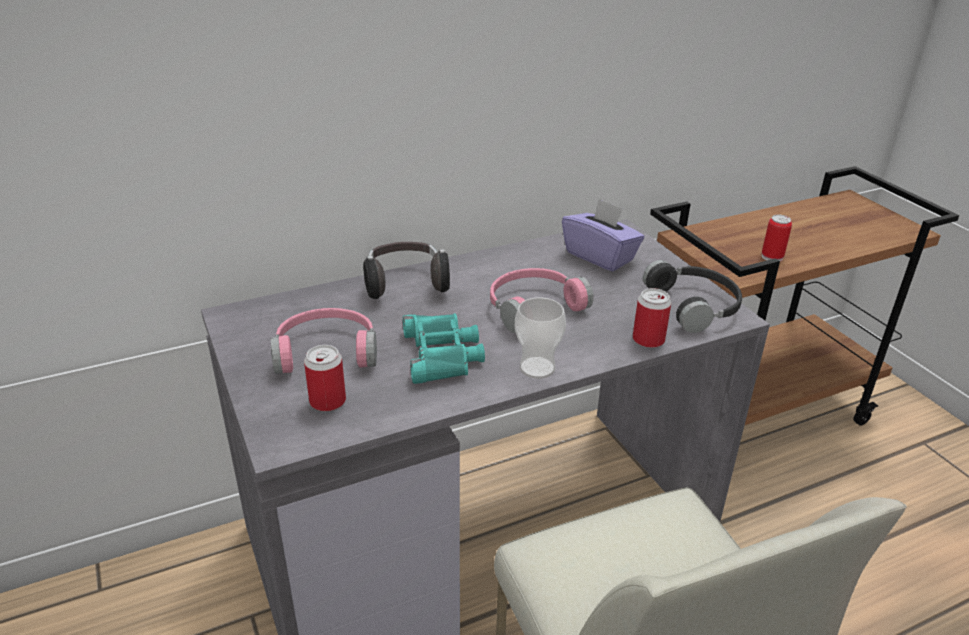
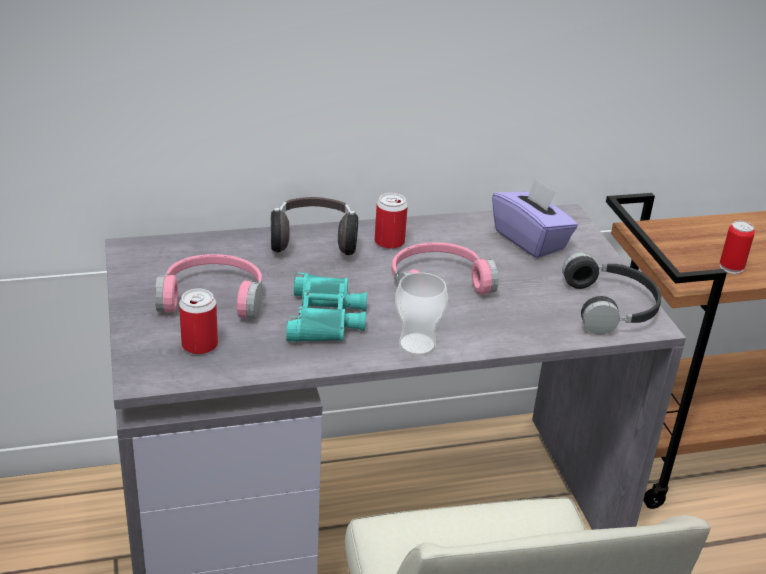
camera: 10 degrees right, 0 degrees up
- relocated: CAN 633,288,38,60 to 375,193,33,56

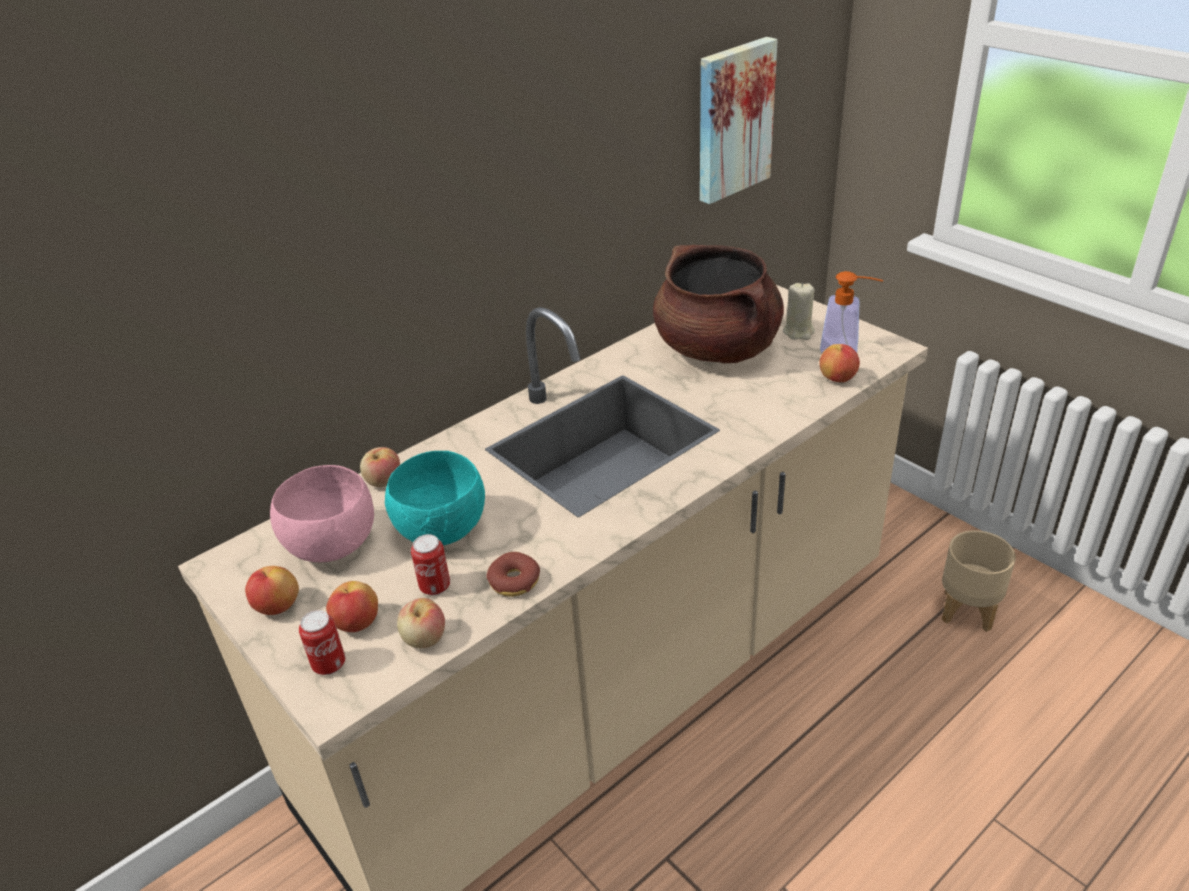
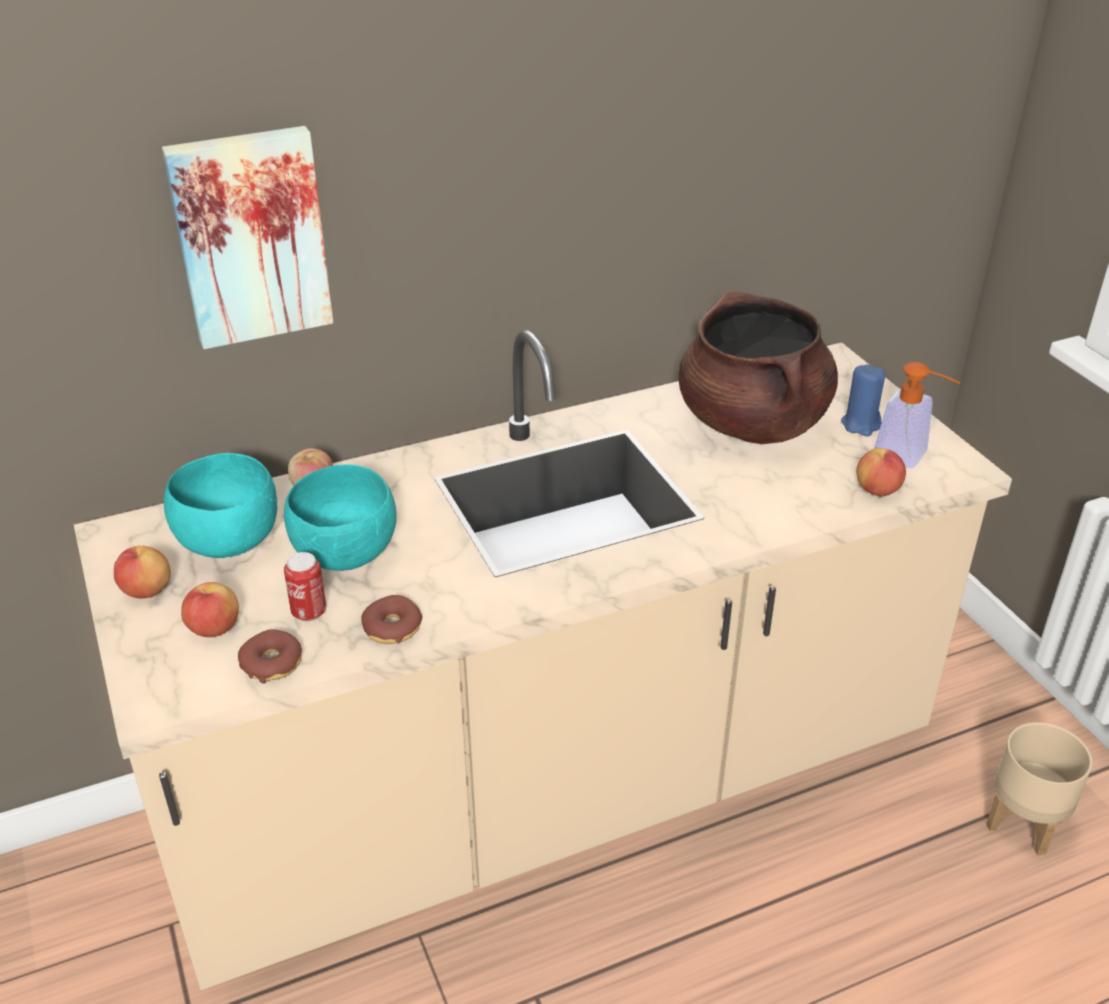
camera: 15 degrees right, 0 degrees up
- relocated: PICTURE 700,37,78,167 to 162,126,171,223
- colour: PINK BOWL 270,465,104,97 to TURQUOISE BOWL 164,453,113,105
- exchanged: APPLE 397,598,48,50 to DONUT 238,629,64,55
- colour: BEIGE CANDLE 783,282,32,58 to BLUE CANDLE 841,364,44,73
- missing: CAN 299,610,46,65

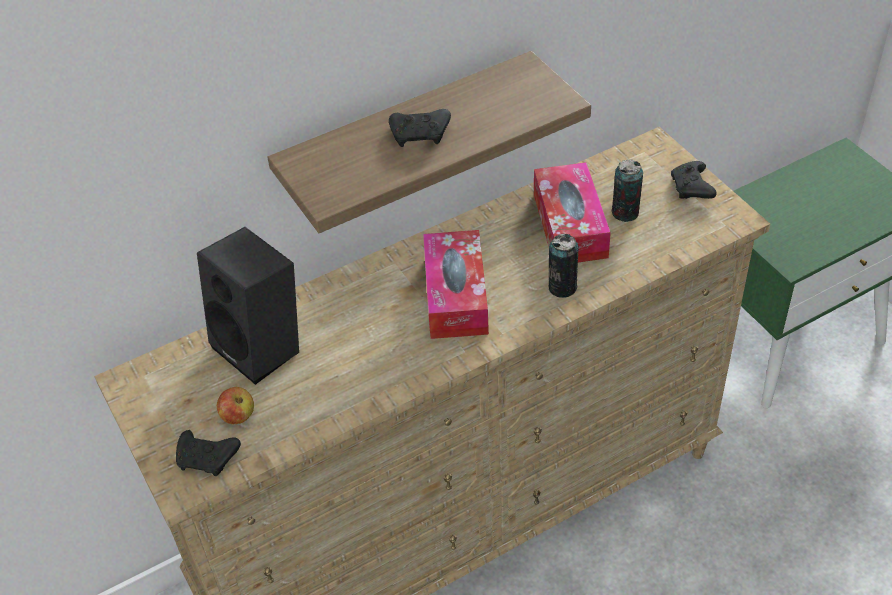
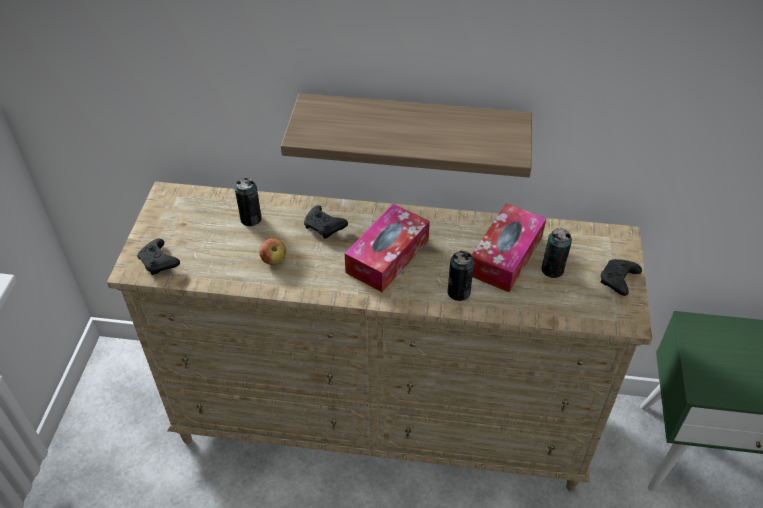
camera: 35 degrees right, 0 degrees up
- exchanged: BLACK SPEAKER 197,227,102,158 to CAN 235,178,26,48
- relocated: APPLE 217,387,37,37 to 259,238,27,27
- relocated: BLACK GAME CONTROLLER 389,109,62,38 to 304,206,44,33

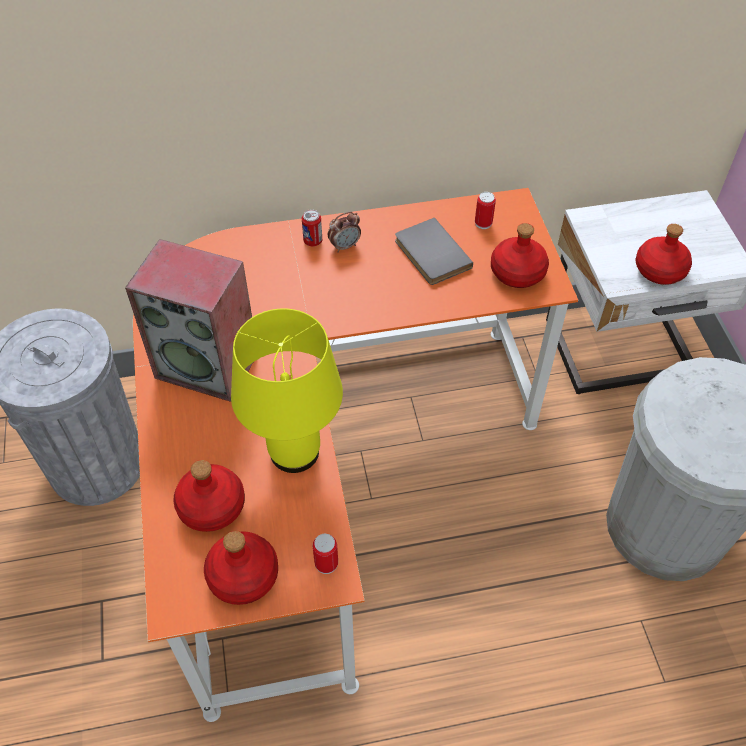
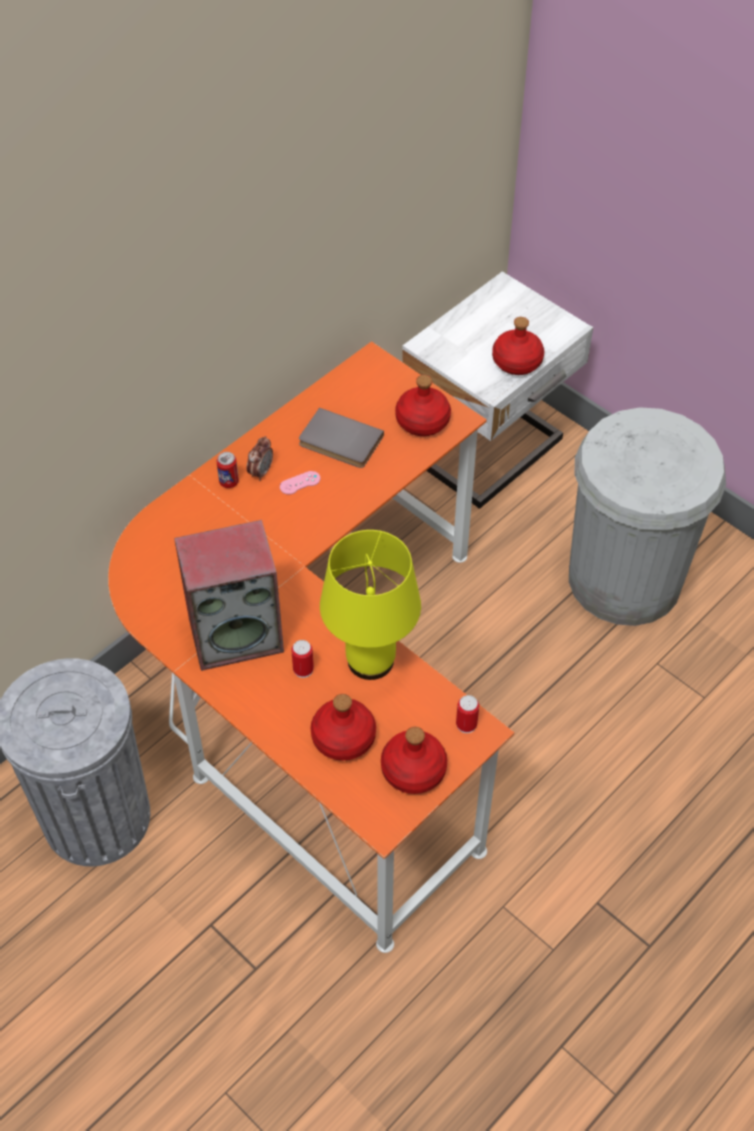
camera: 35 degrees left, 0 degrees up
- appeared: PINK GAME CONTROLLER 280,471,40,24
- relocated: CAN 475,192,21,37 to 291,640,23,38

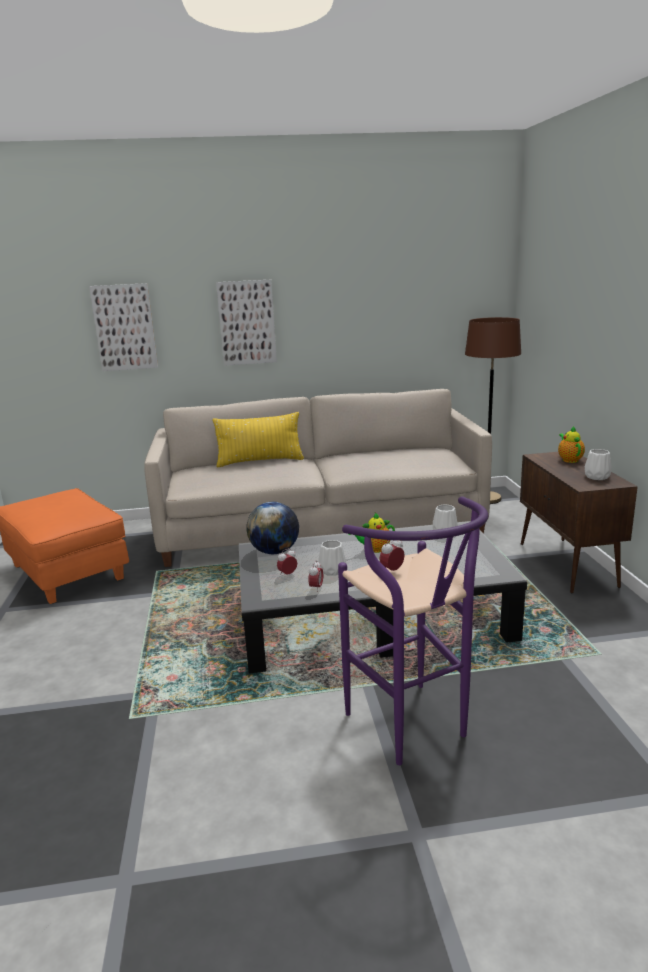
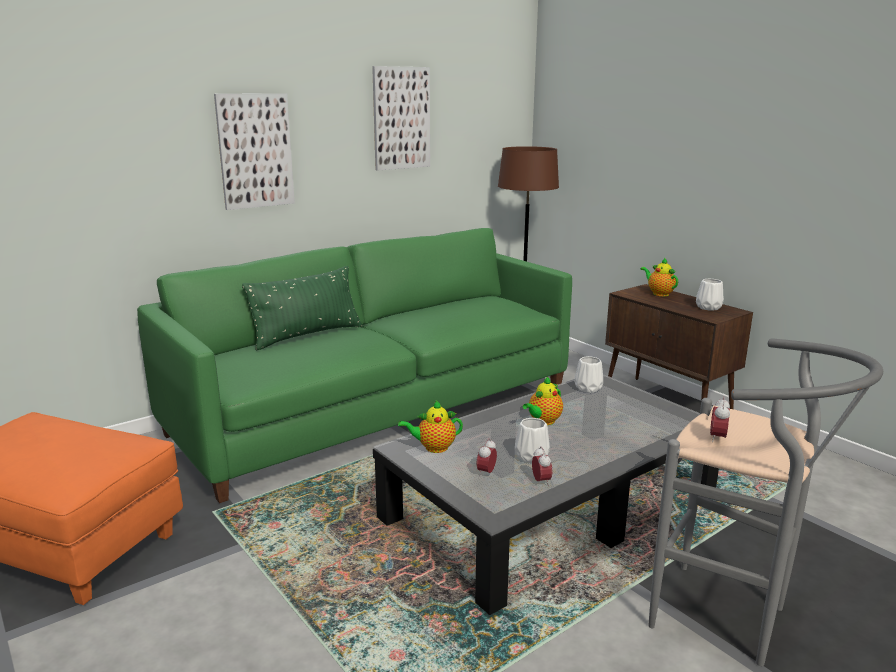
camera: 30 degrees left, 0 degrees up
- colour: BEIGE SOFA 144,389,348,178 to GREEN SOFA 137,228,435,275
- colour: YELLOW PILLOW 213,412,91,55 to GREEN PILLOW 242,266,120,84
- relocated: PICTURE 89,283,69,88 to 372,66,58,105
- exchanged: GLOBE 246,502,53,52 to TEAPOT 398,401,65,52
- colour: PURPLE STOOL 338,496,150,269 to GREY STOOL 648,338,235,328

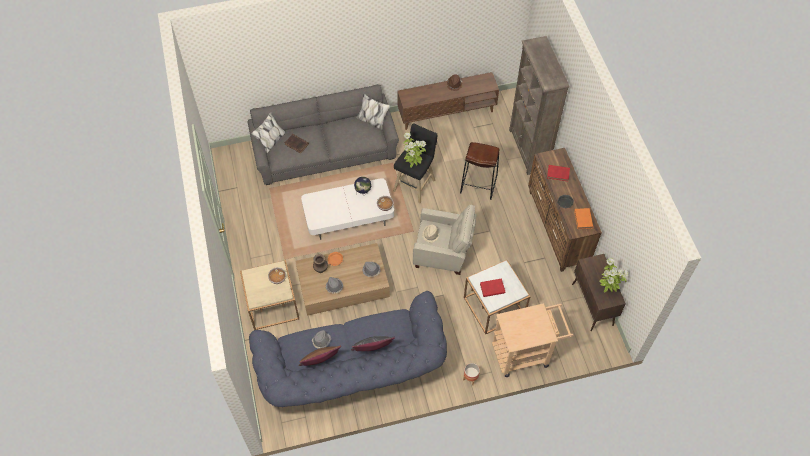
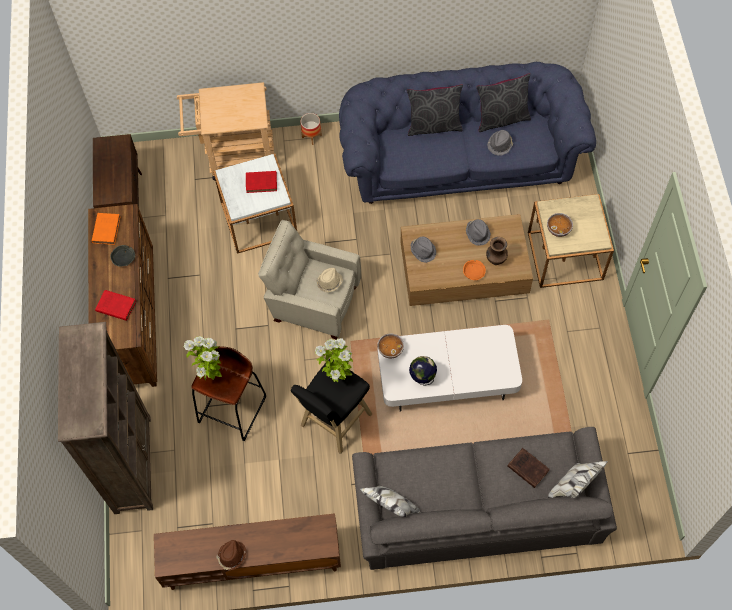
camera: 170 degrees left, 5 degrees up
- relocated: POTTED PLANT 599,258,30,35 to 184,336,38,44
- colour: BROWN PILLOW 299,346,42,20 to GREY PILLOW 476,73,55,59

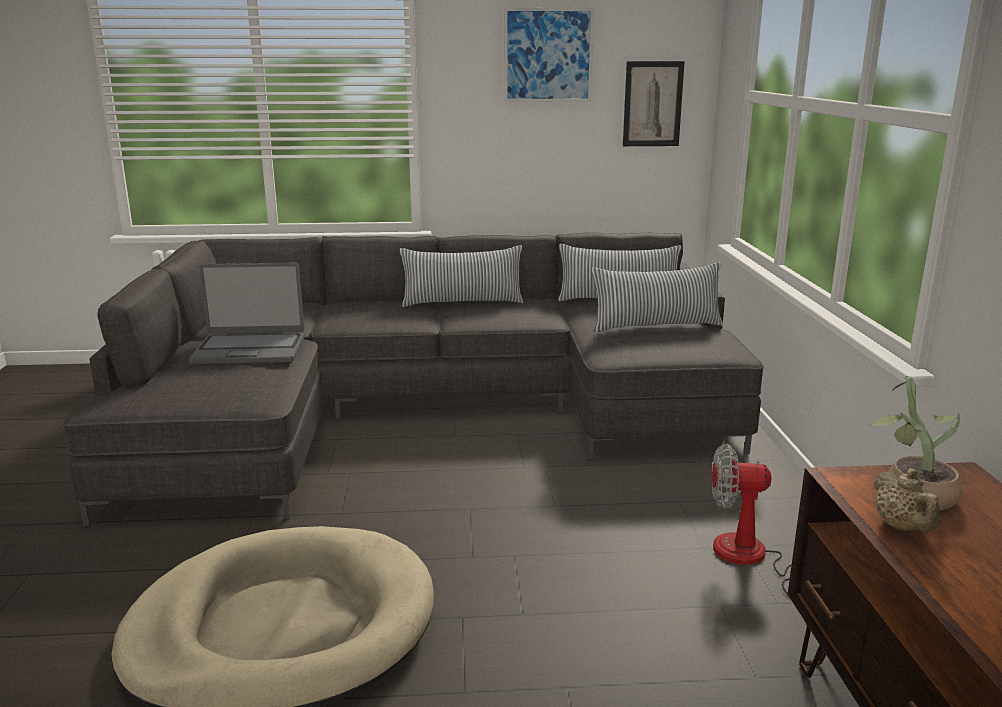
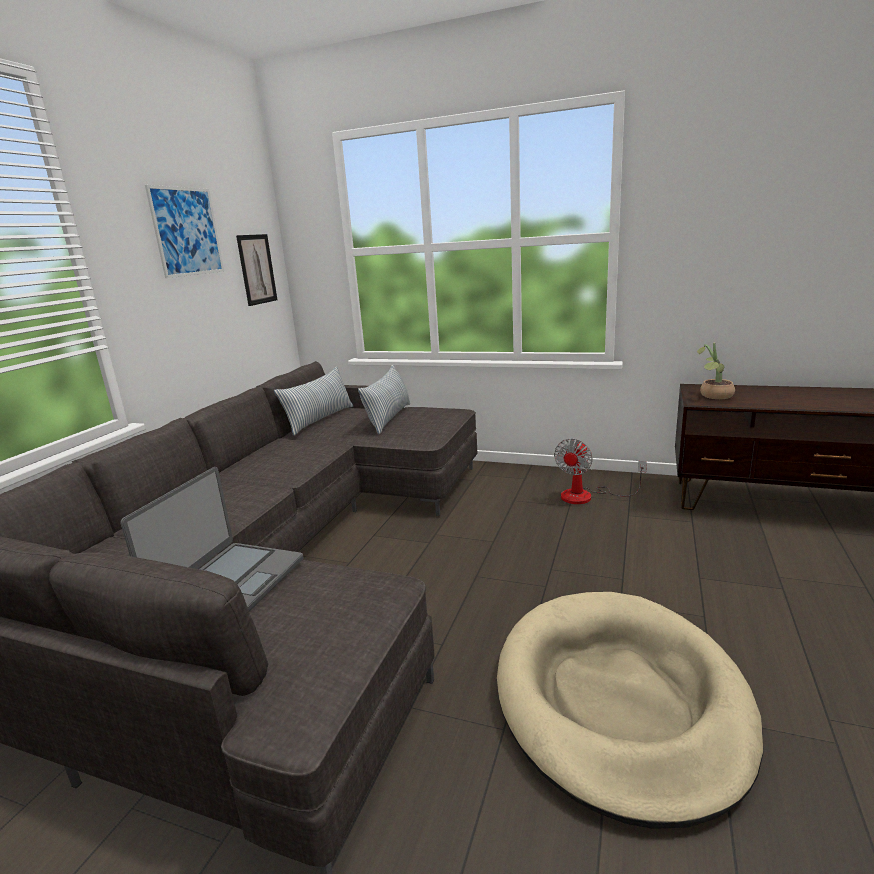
camera: 65 degrees left, 0 degrees up
- missing: PILLOW 400,245,123,62
- missing: BEIGE TEAPOT 873,468,67,64

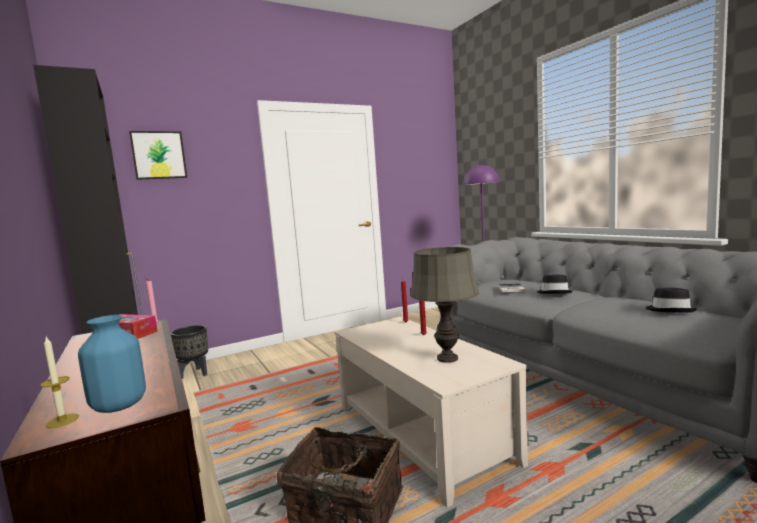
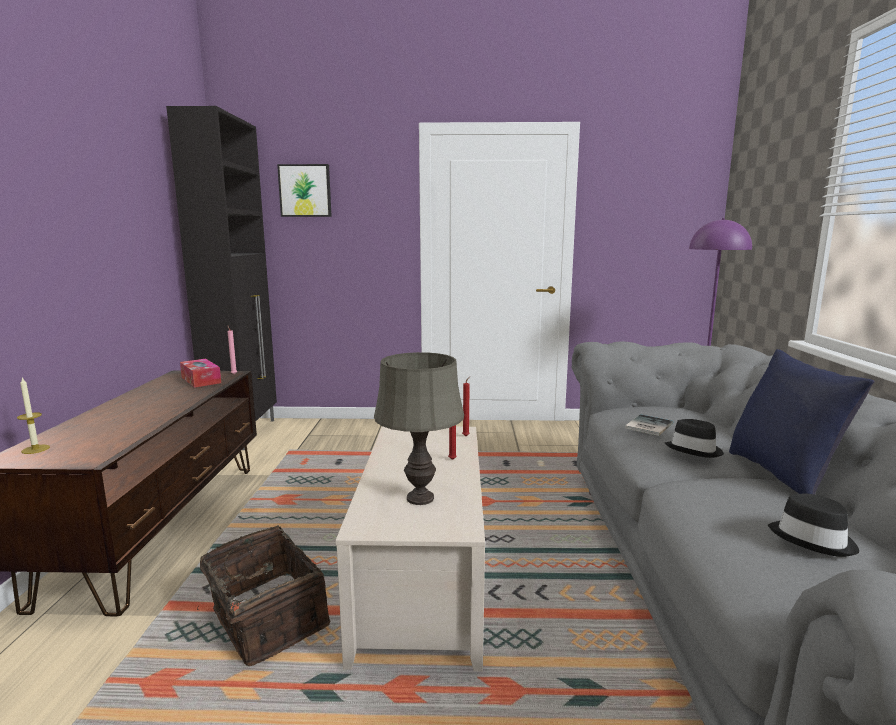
camera: 30 degrees right, 5 degrees up
- appeared: BLUE PILLOW 729,349,146,146
- missing: BLUE VASE 78,315,68,98
- missing: BLACK PLANTER 171,325,37,54

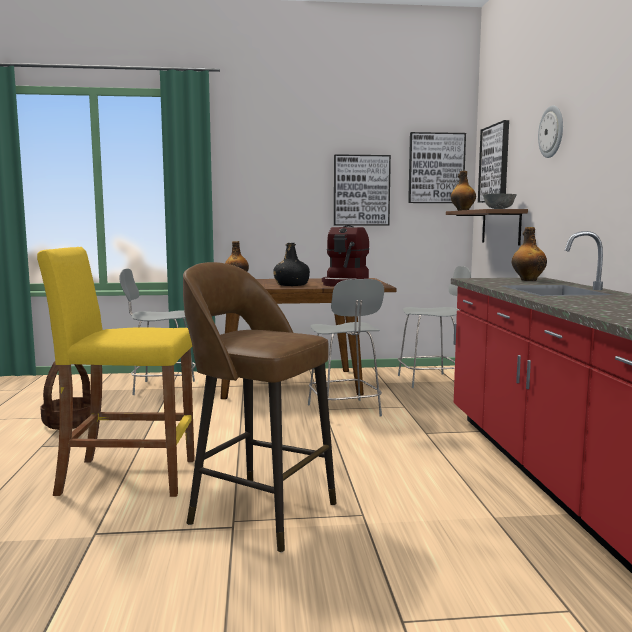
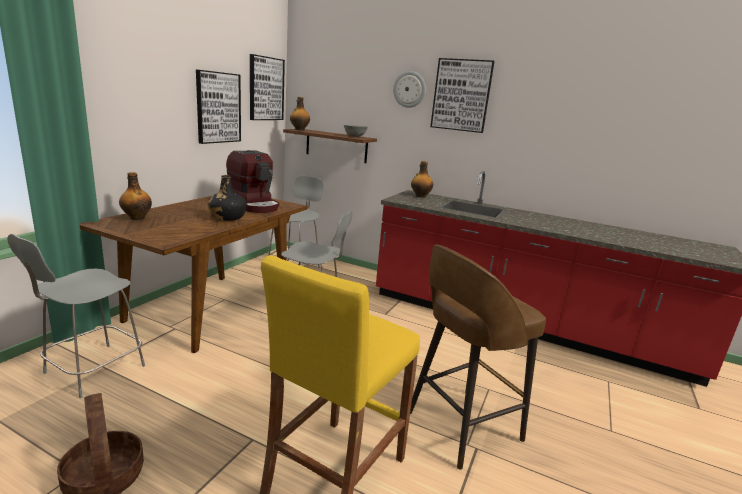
camera: 60 degrees left, 10 degrees up
- relocated: PICTURE 478,120,31,83 to 430,58,65,75

